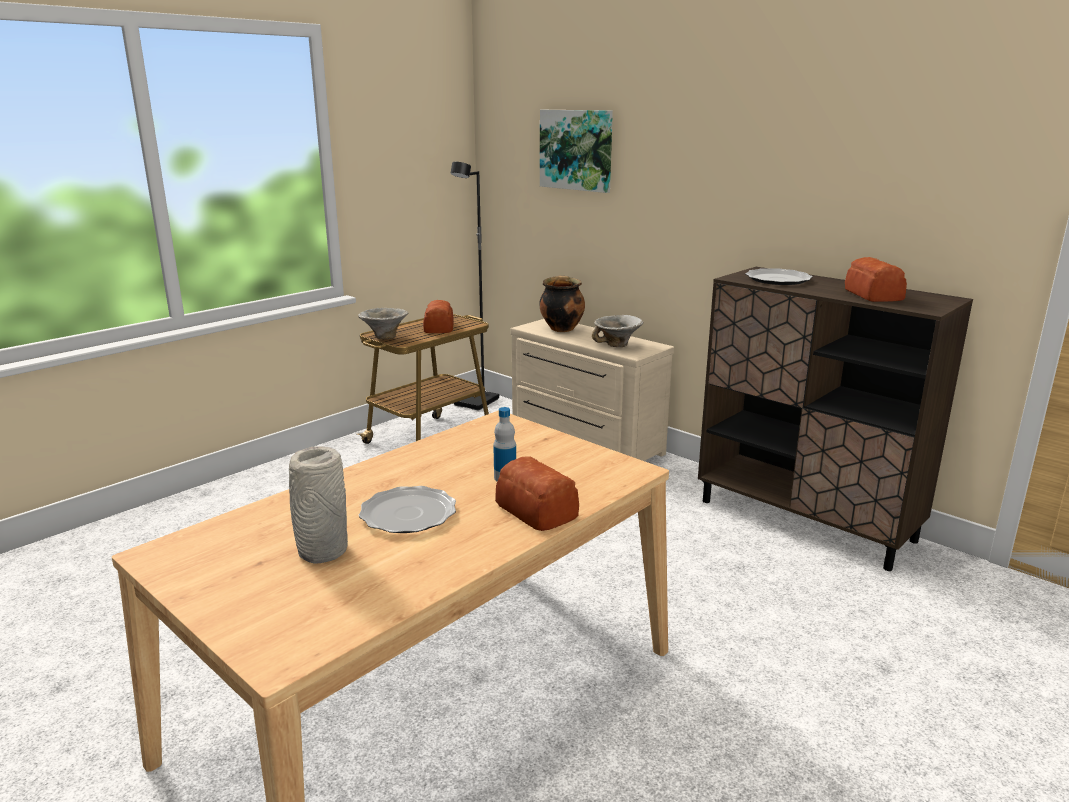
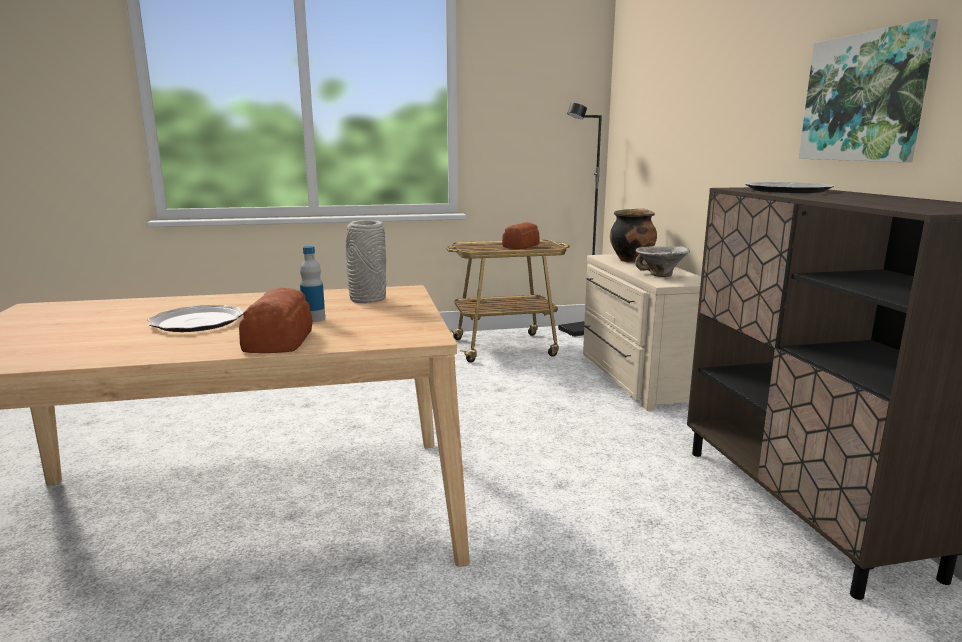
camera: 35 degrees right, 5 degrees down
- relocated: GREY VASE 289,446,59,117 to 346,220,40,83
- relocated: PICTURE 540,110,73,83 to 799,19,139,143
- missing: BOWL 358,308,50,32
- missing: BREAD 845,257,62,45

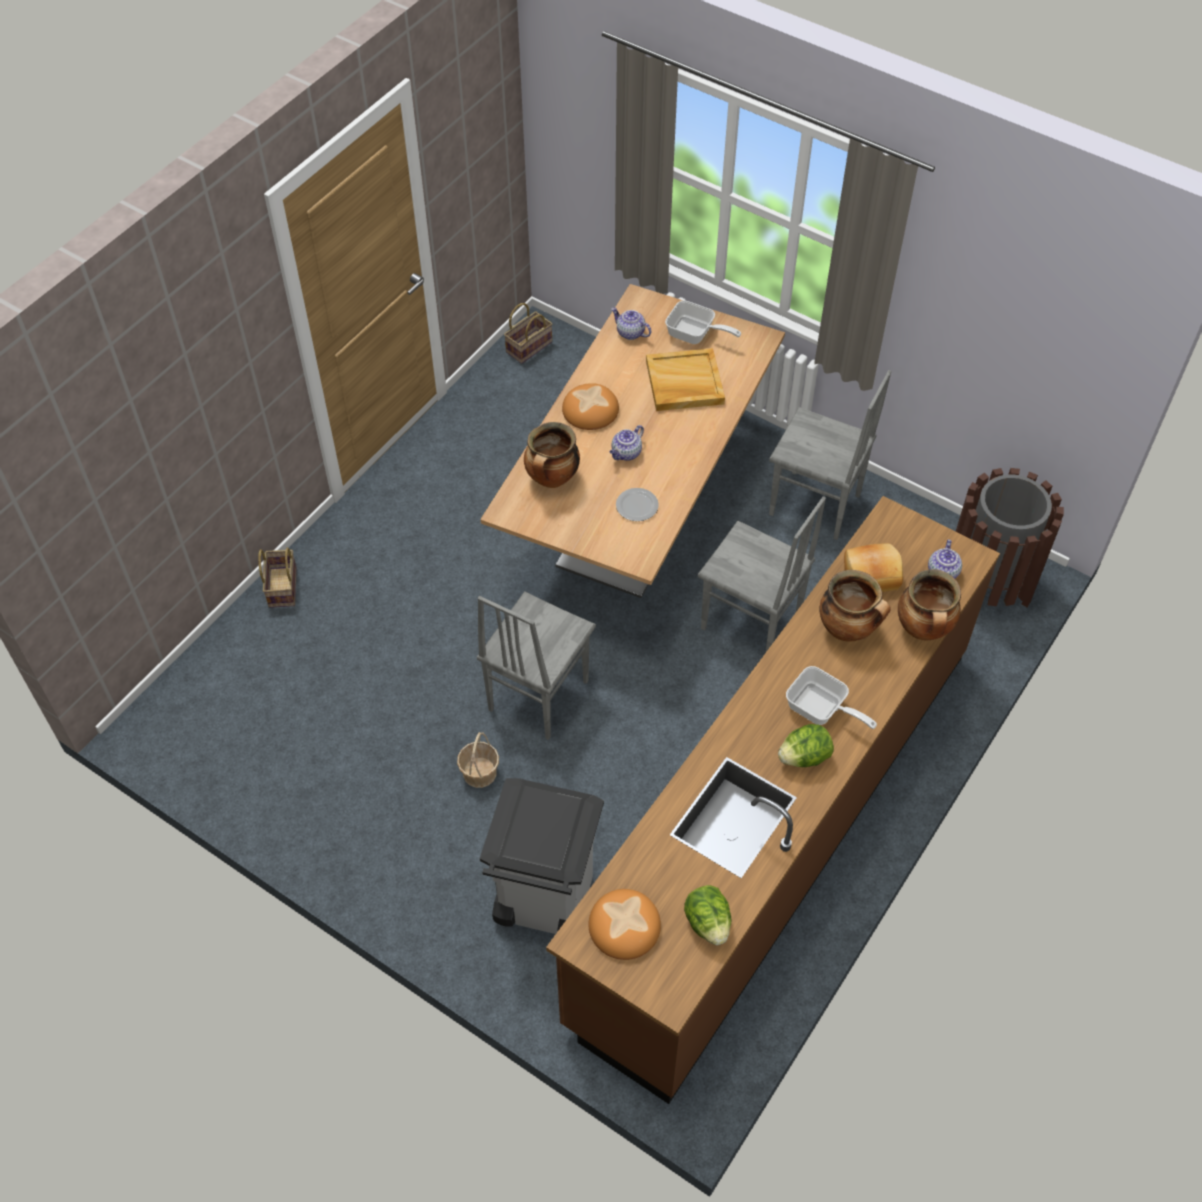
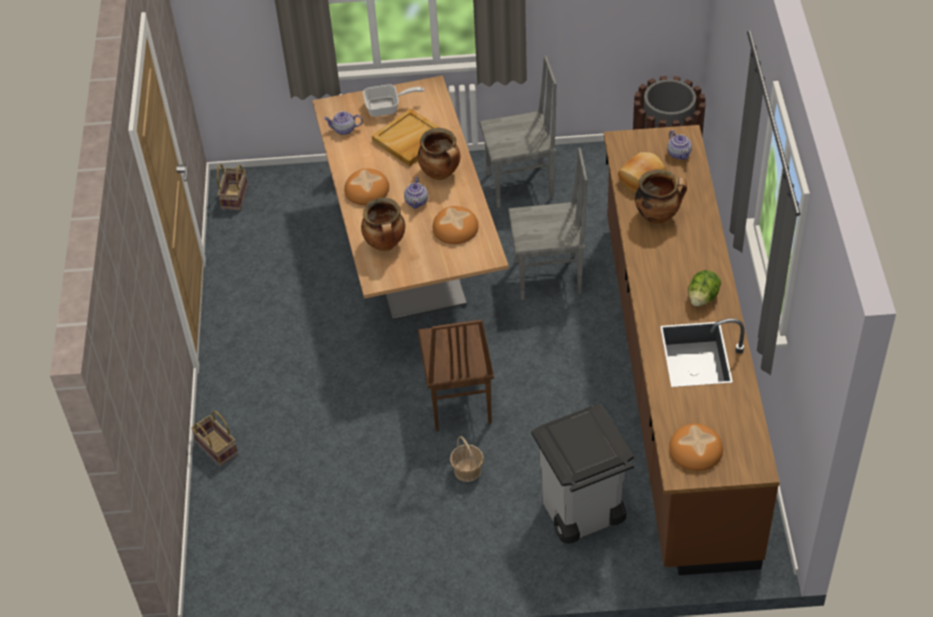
camera: 35 degrees left, 5 degrees down
- relocated: COOKING POT 898,569,63,71 to 418,128,42,52
- colour: GREY CHAIR 477,591,119,149 to BROWN CHAIR 418,320,76,112
- exchanged: PLATE 616,488,43,33 to BREAD 433,206,46,38
- missing: LETTUCE 684,885,48,60
- missing: FRYING PAN 786,666,91,63

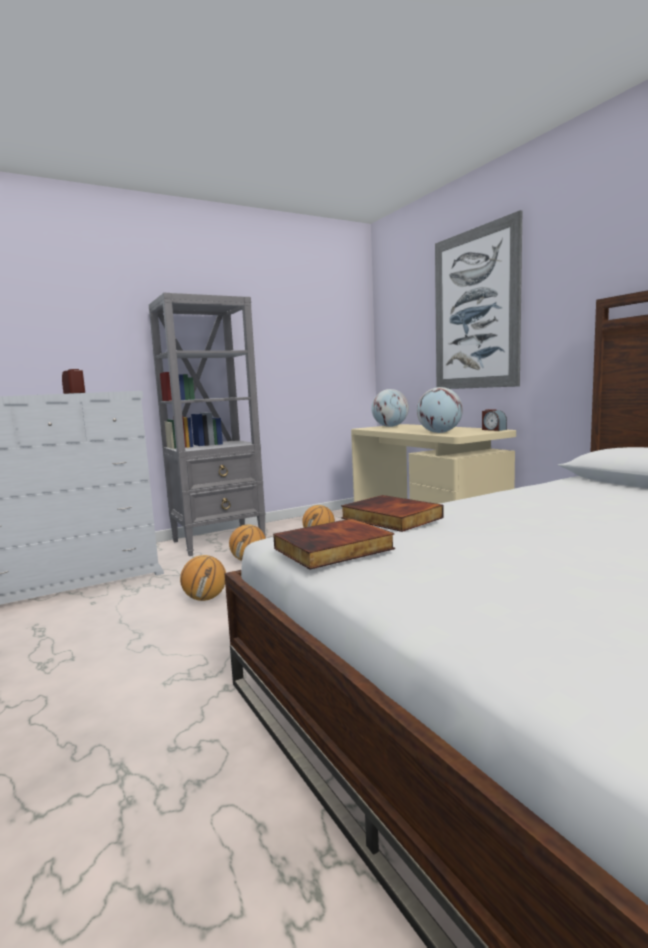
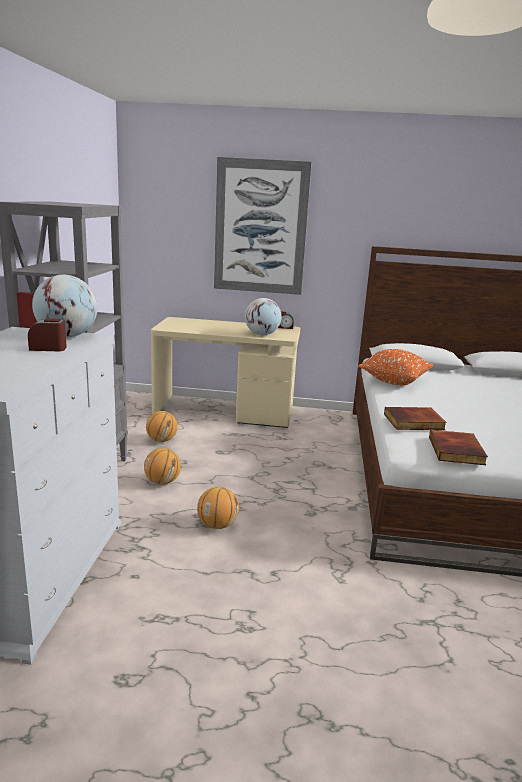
camera: 55 degrees left, 10 degrees up
- relocated: GLOBE 371,389,38,38 to 32,275,66,62
- appeared: ORANGE PILLOW 358,349,75,36

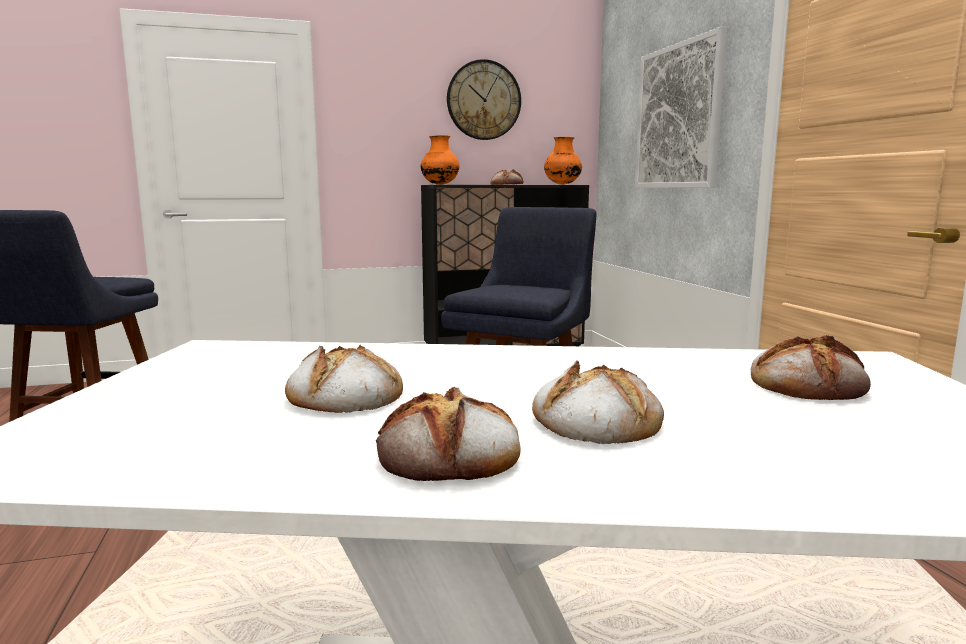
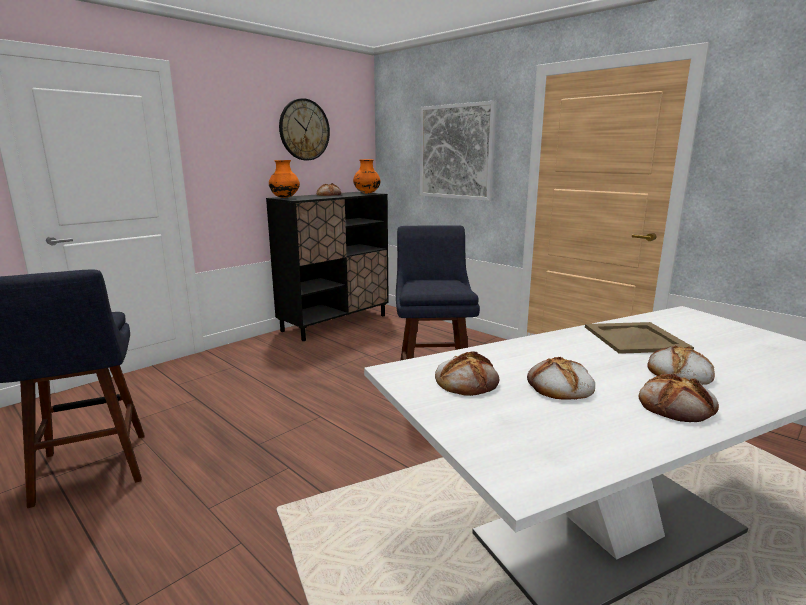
camera: 30 degrees left, 5 degrees up
- relocated: BREAD 751,335,120,65 to 435,351,64,45
- appeared: BEIGE TRAY 585,322,109,32

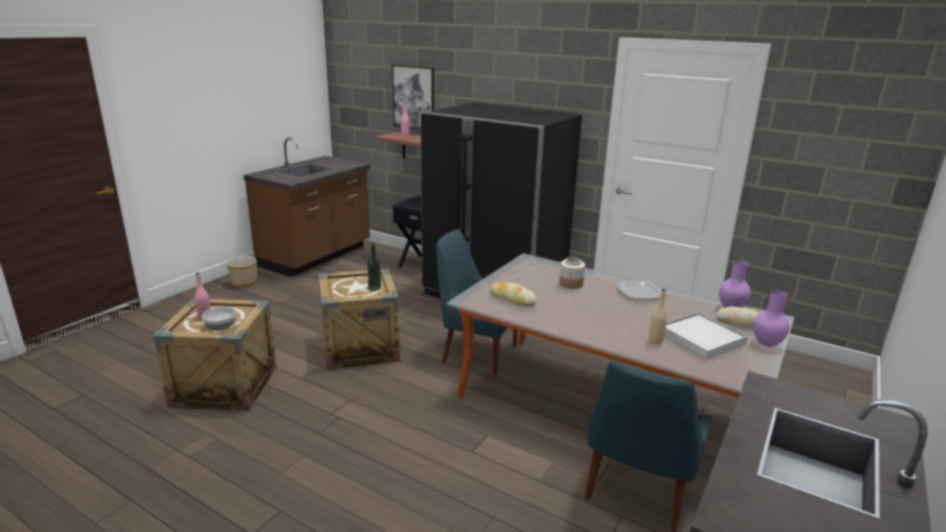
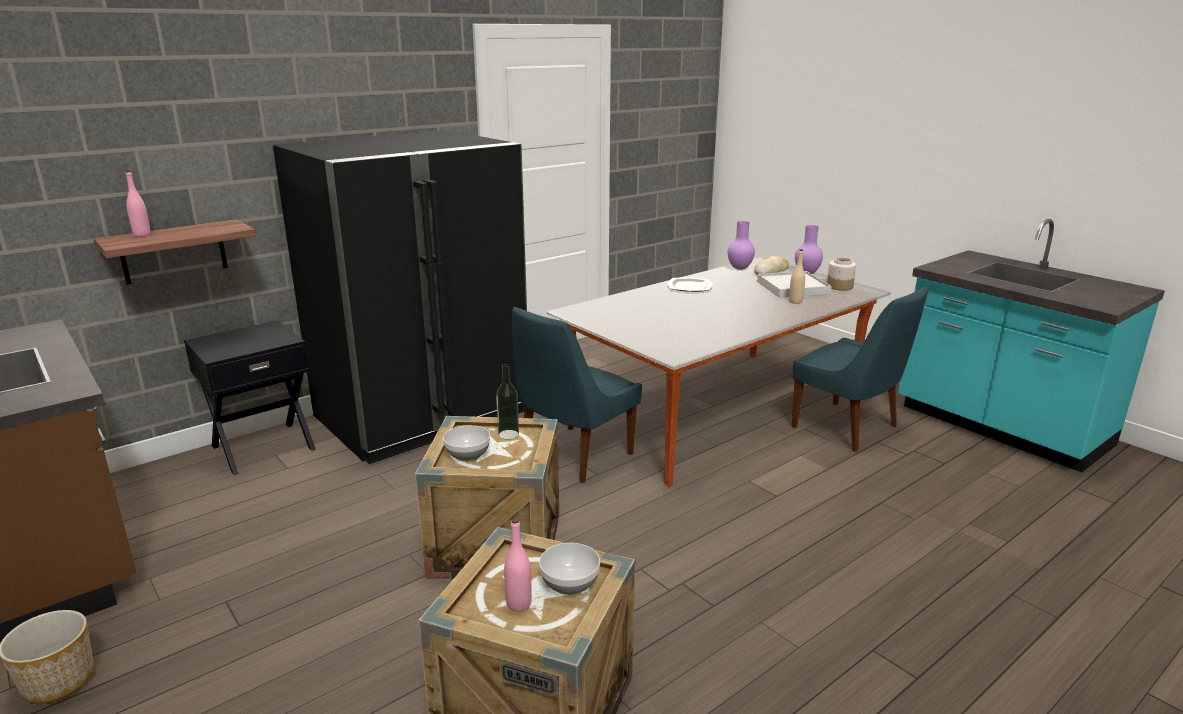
camera: 70 degrees left, 0 degrees up
- appeared: BOWL 443,425,47,36
- relocated: JAR 559,257,26,32 to 827,257,29,33
- missing: PICTURE 392,65,42,64
- missing: BREAD 490,282,47,24

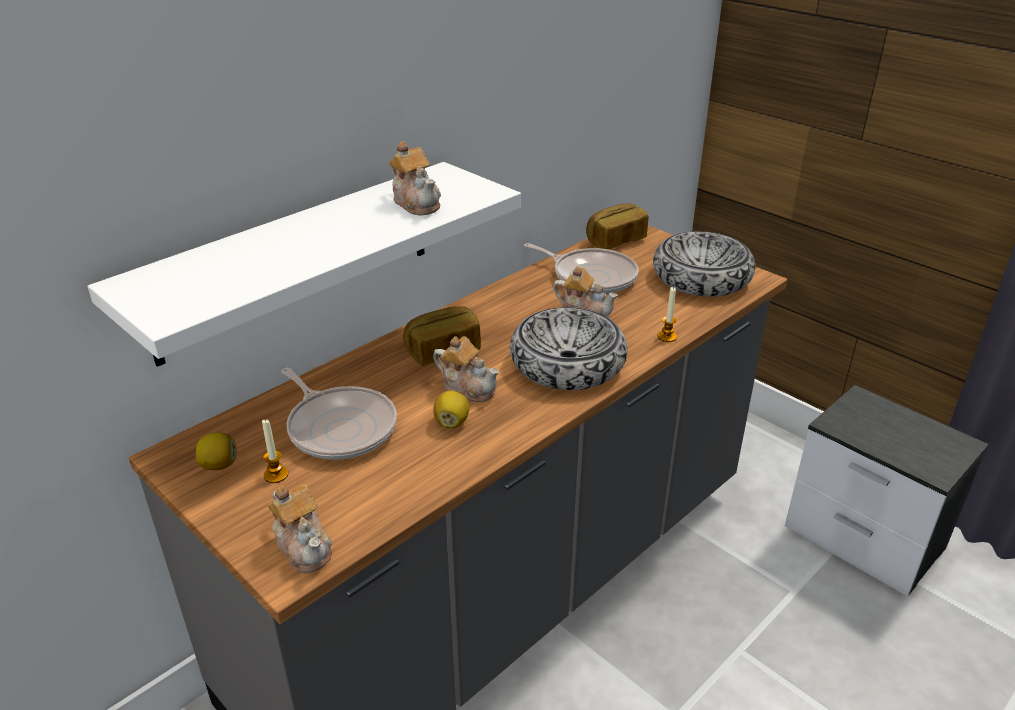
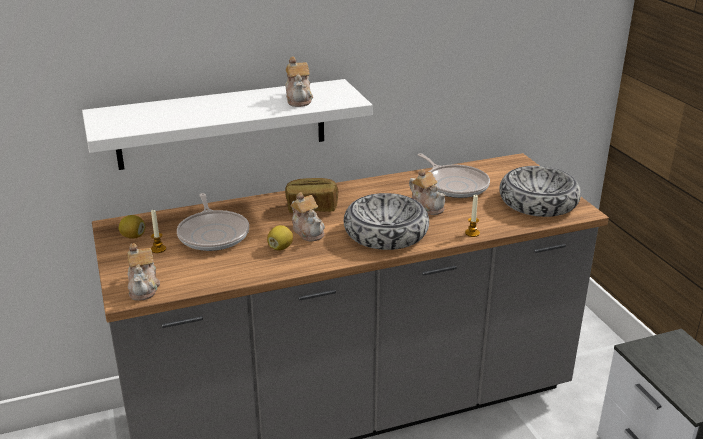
camera: 25 degrees right, 5 degrees down
- missing: BREAD 586,204,63,45

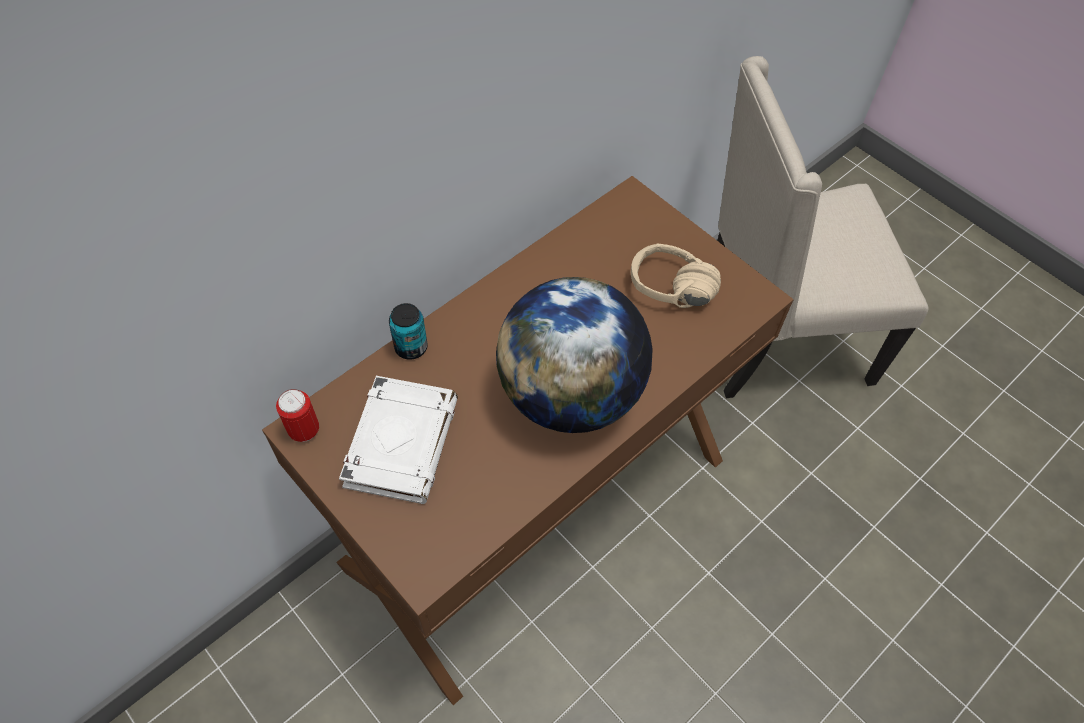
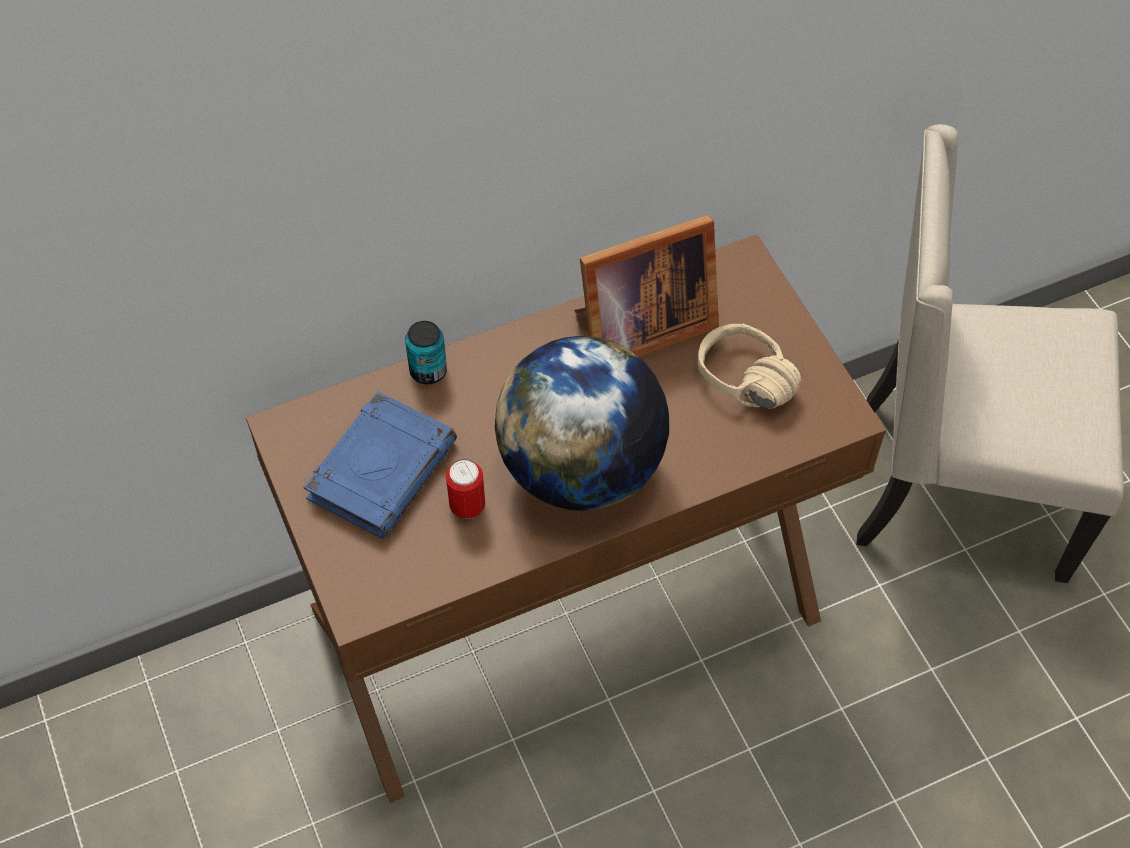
camera: 20 degrees right, 0 degrees up
- colour: WHITE BOOK 339,376,119,128 to BLUE BOOK 303,391,154,148
- relocated: CAN 276,389,43,53 to 446,459,39,60
- appeared: PICTURE FRAME 574,215,145,142

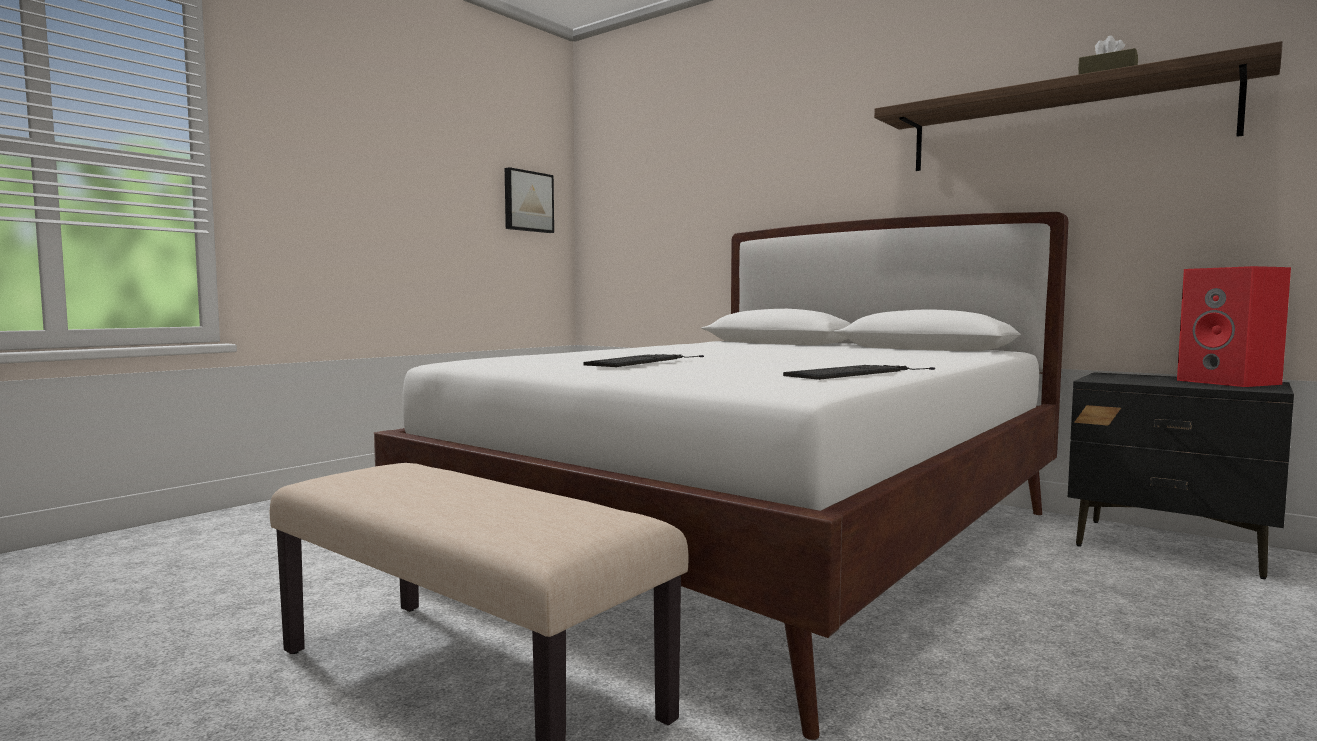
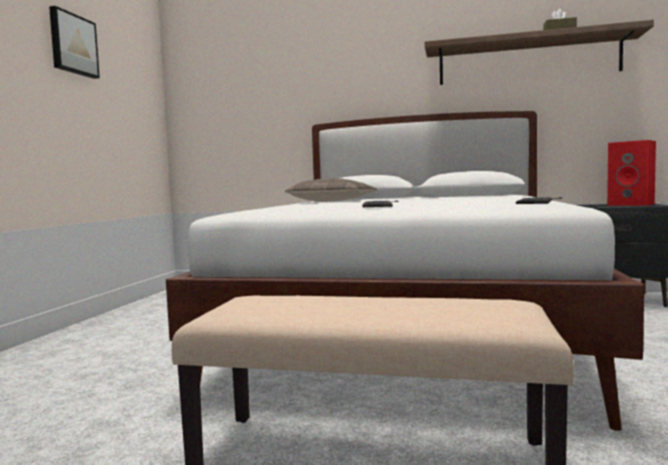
camera: 25 degrees left, 0 degrees up
- relocated: PICTURE 505,167,49,66 to 49,6,51,73
- appeared: PILLOW 285,178,92,24

